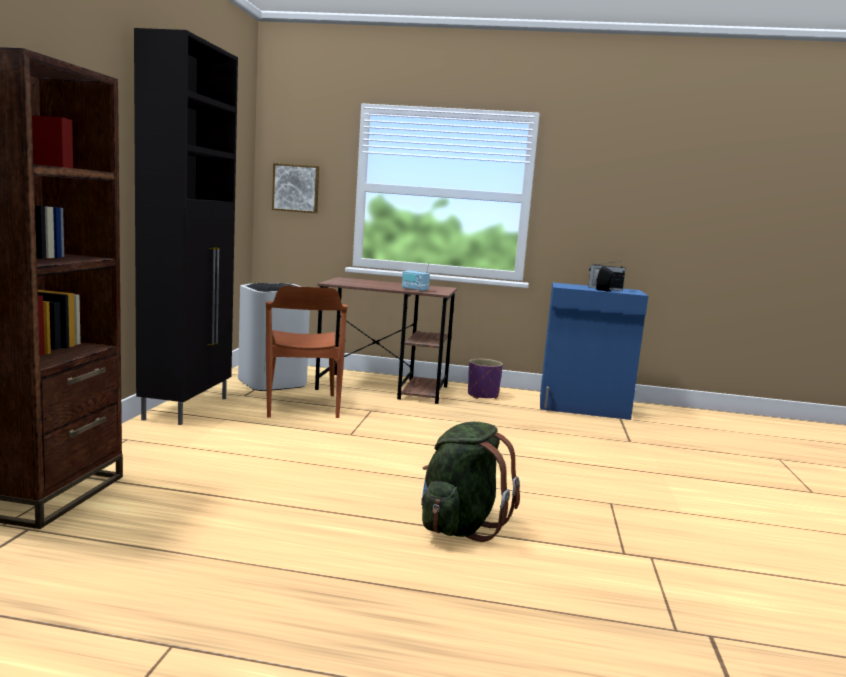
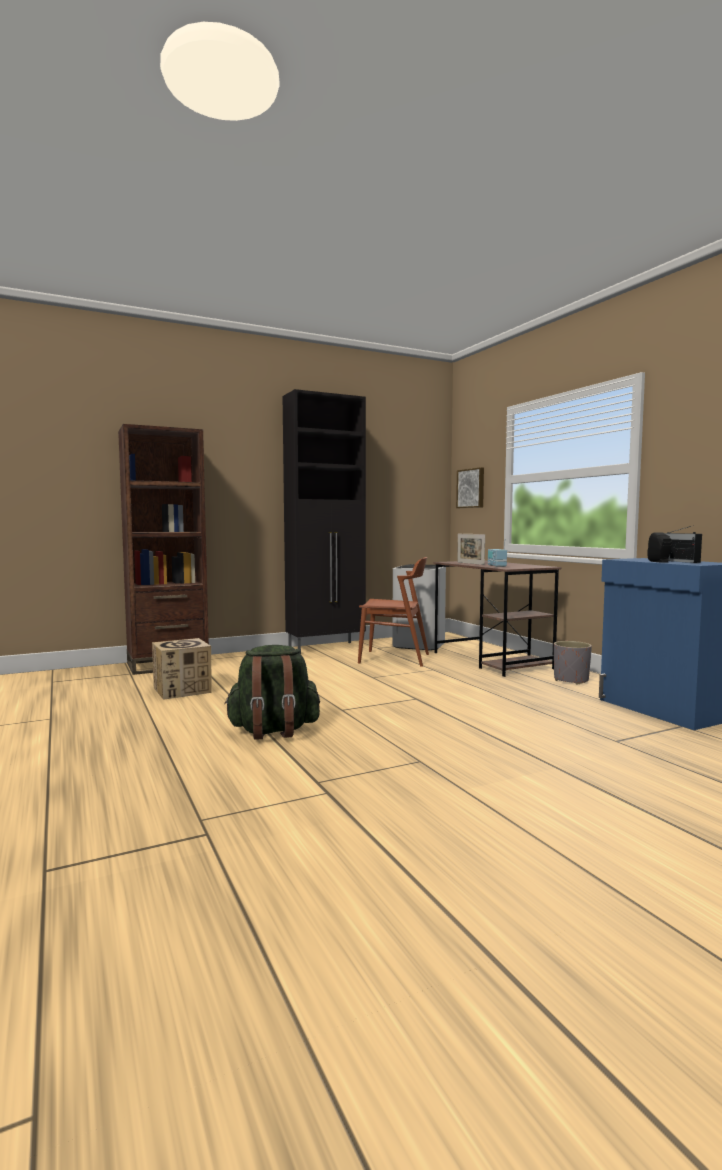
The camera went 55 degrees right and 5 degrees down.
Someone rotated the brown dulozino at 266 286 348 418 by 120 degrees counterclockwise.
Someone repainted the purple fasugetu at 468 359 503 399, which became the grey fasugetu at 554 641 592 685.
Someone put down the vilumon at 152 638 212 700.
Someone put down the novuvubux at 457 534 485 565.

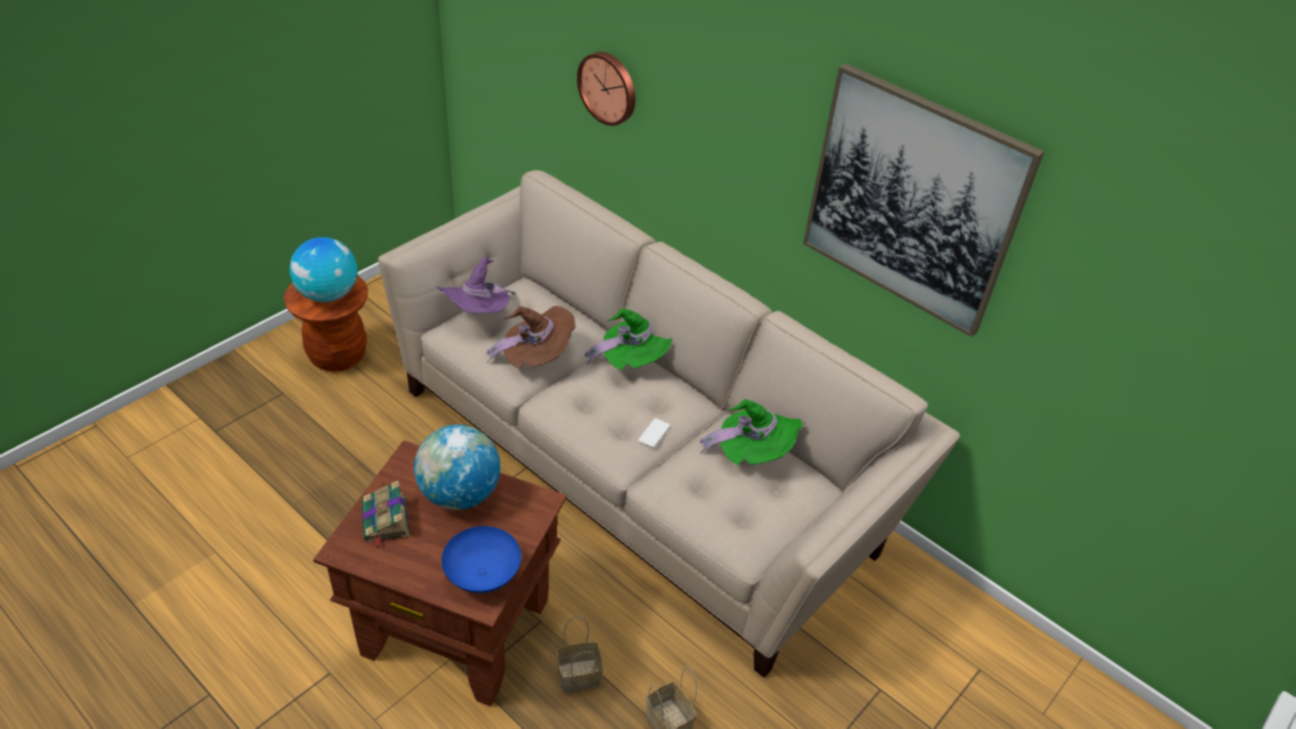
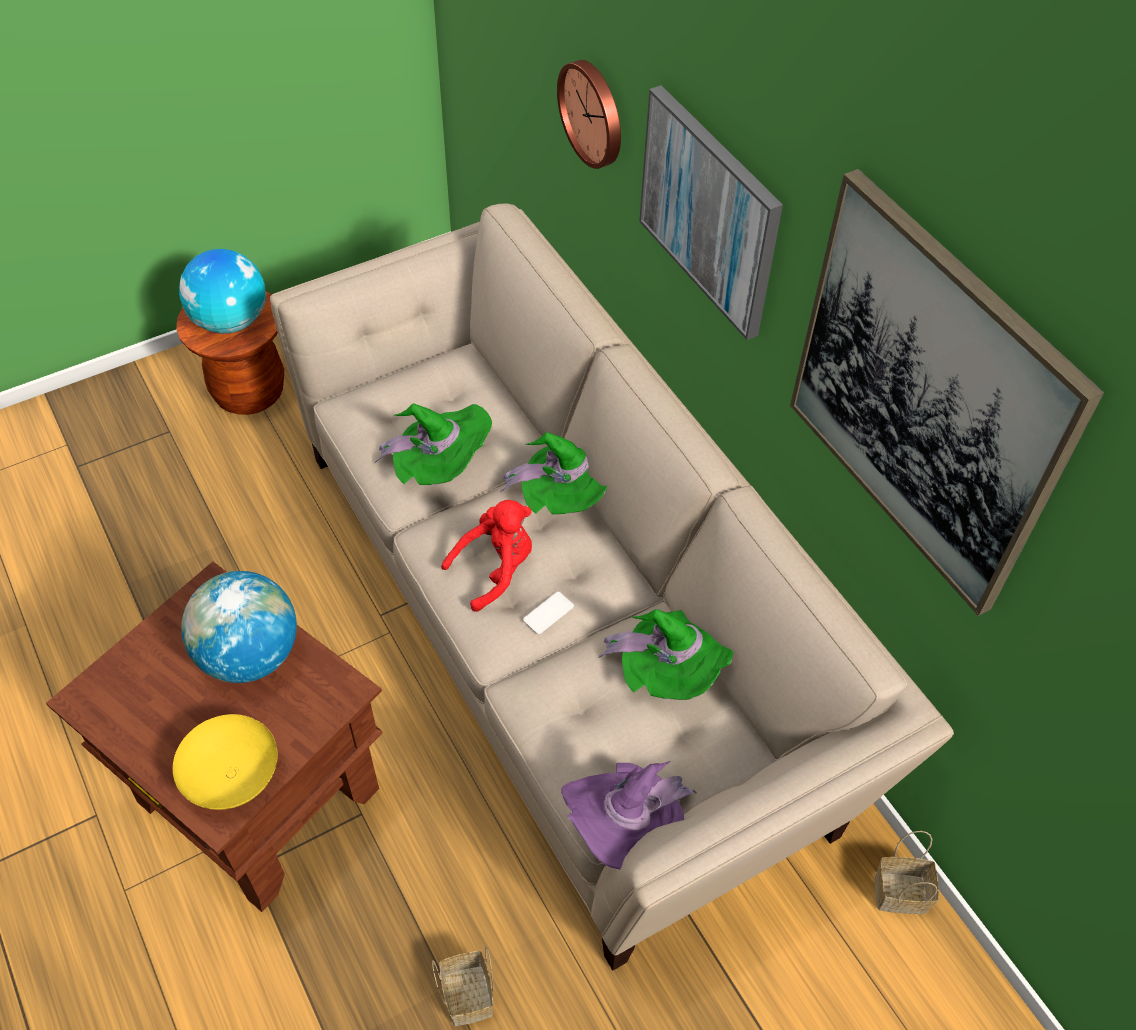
The camera went 20 degrees right and 10 degrees up.
Someone took away the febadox at 362 480 409 548.
Someone carried the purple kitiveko from 435 256 516 313 to 561 761 697 869.
Someone repainted the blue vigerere at 441 526 521 593, which became the yellow vigerere at 173 714 278 810.
Someone repainted the brown kitiveko at 487 306 576 369, which became the green kitiveko at 374 403 492 485.
Someone carried the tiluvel from 556 616 603 692 to 875 831 939 914.
Someone put down the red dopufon at 441 500 532 612.
Someone put up the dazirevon at 639 85 783 340.

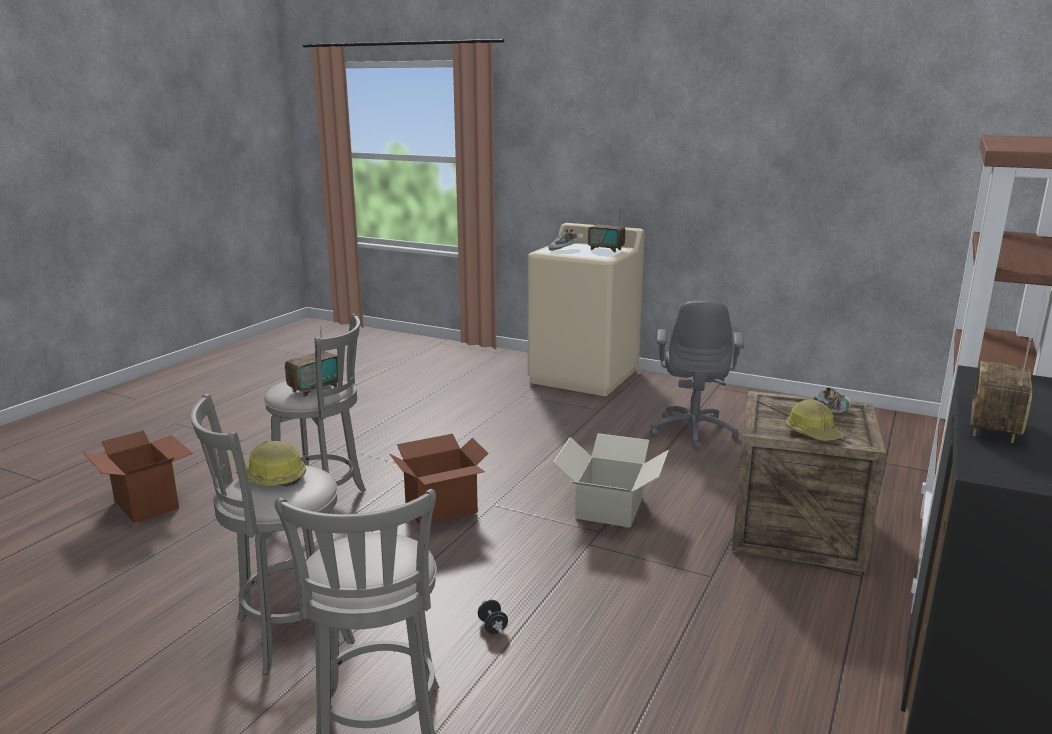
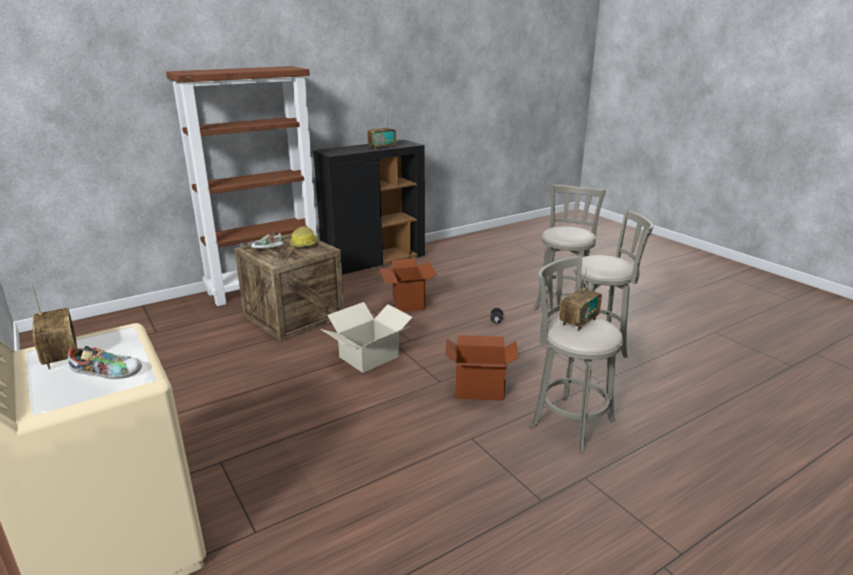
The camera went 150 degrees left and 5 degrees up.
Someone carried the vilumon from 83 430 193 523 to 380 258 437 312.
Someone took away the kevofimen at 235 441 306 487.
Someone rotated the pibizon at 285 326 338 397 by 150 degrees clockwise.
Someone took away the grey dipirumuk at 650 300 744 451.

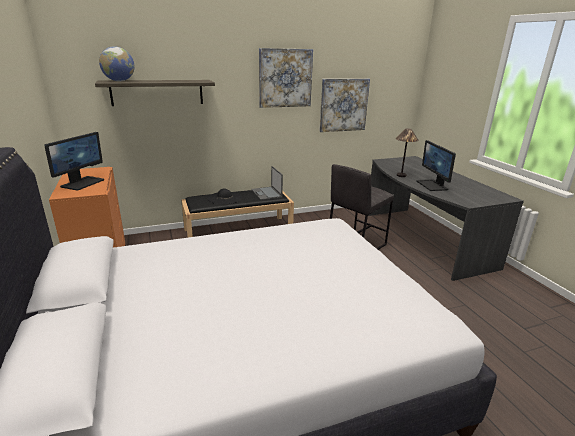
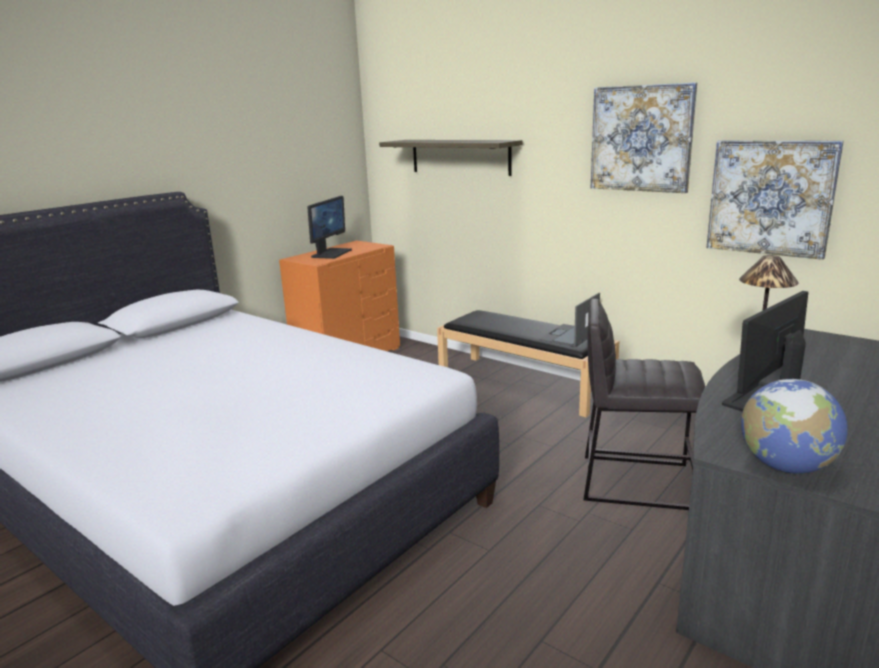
The camera went 60 degrees right and 5 degrees down.
Someone rotated the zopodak at 44 132 104 190 by 60 degrees counterclockwise.
Someone carried the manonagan from 99 47 135 81 to 741 379 848 474.
Someone took away the black kitiveko at 208 189 242 204.

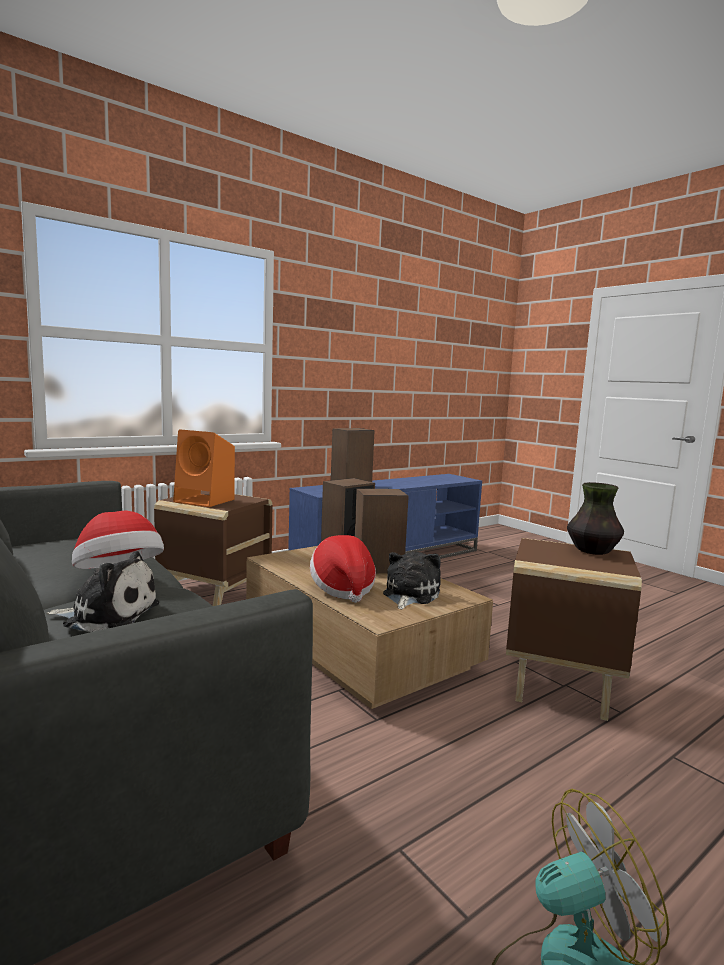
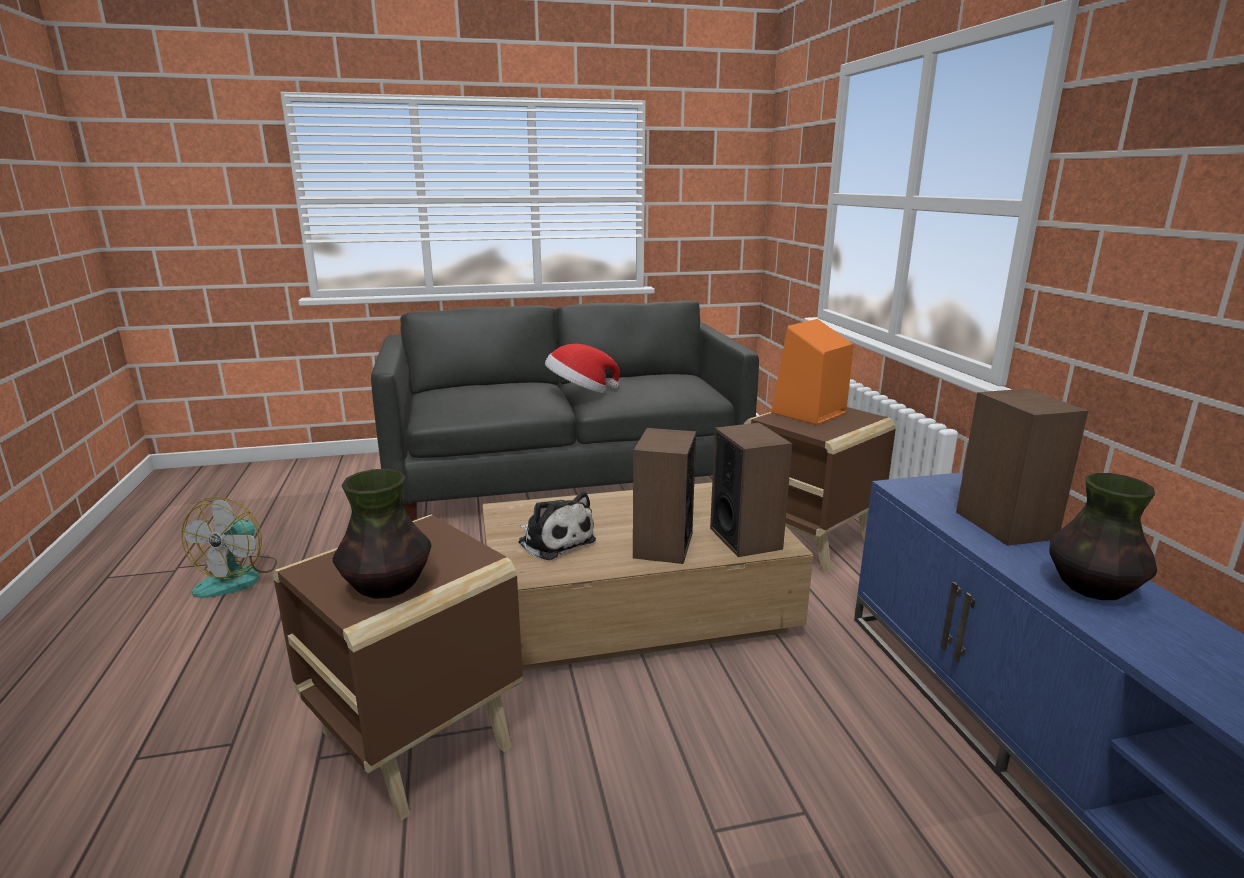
The camera went 115 degrees right and 10 degrees up.
Someone took away the dopufon at 46 551 159 632.
Someone took away the kitiveko at 310 535 376 603.
Someone put down the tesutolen at 1049 473 1157 600.

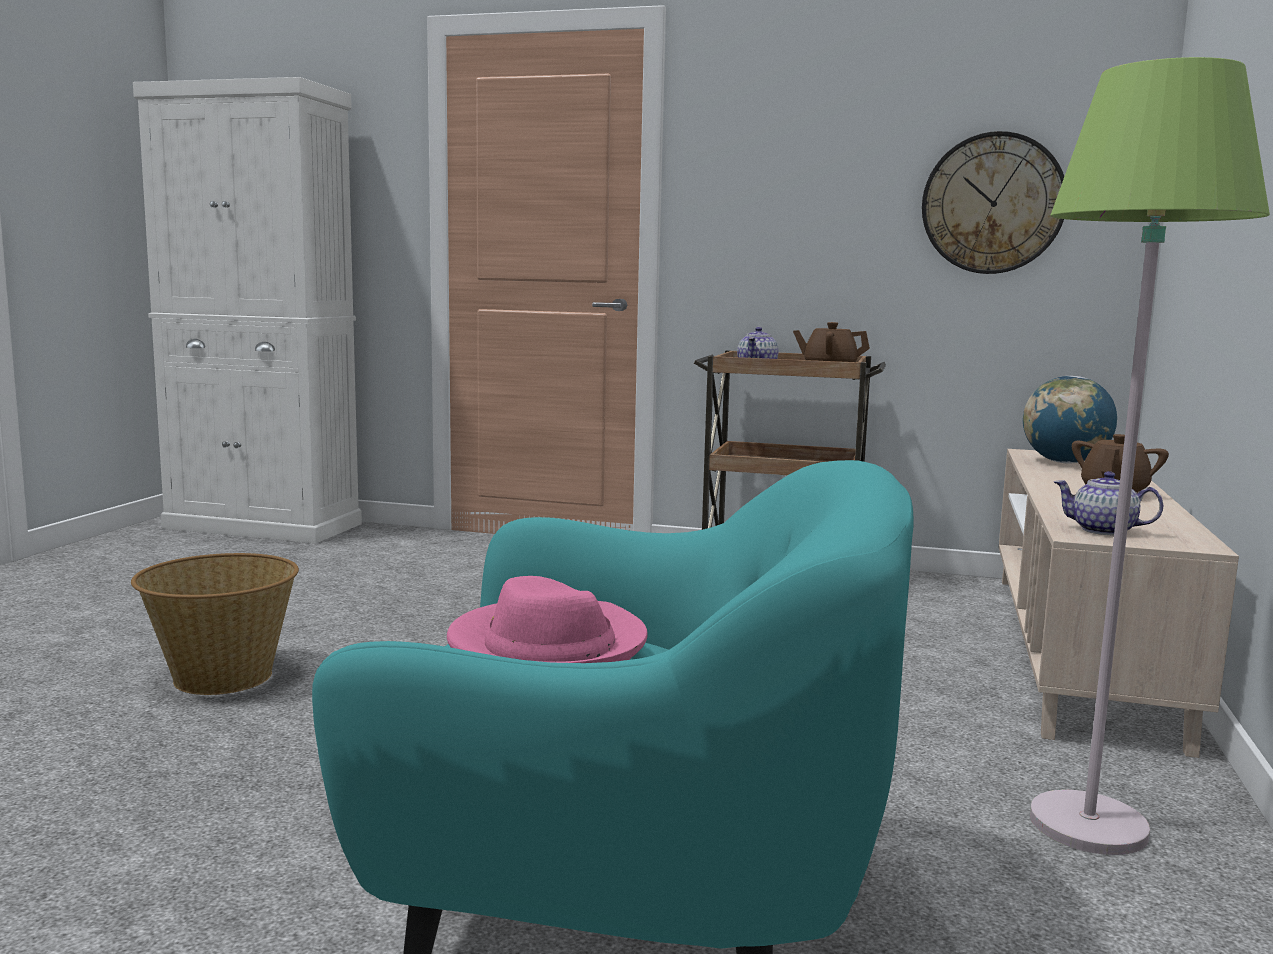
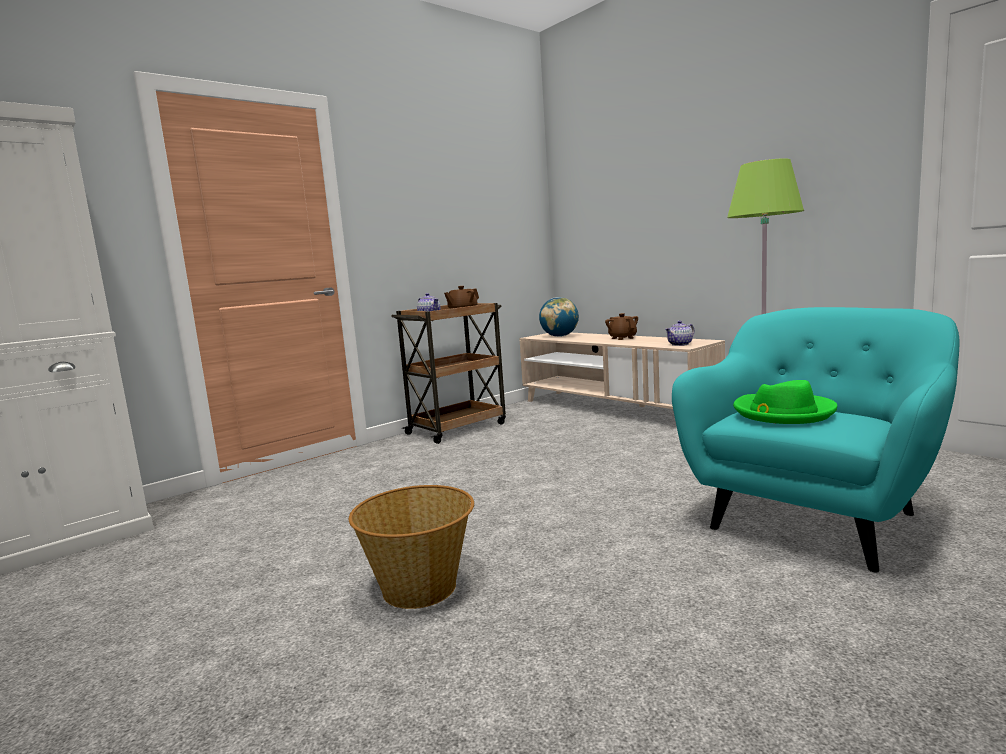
The camera went 55 degrees left and 0 degrees up.
Someone repainted the pink kitiveko at 447 576 648 663, which became the green kitiveko at 733 380 837 424.
Someone took away the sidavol at 922 131 1064 274.

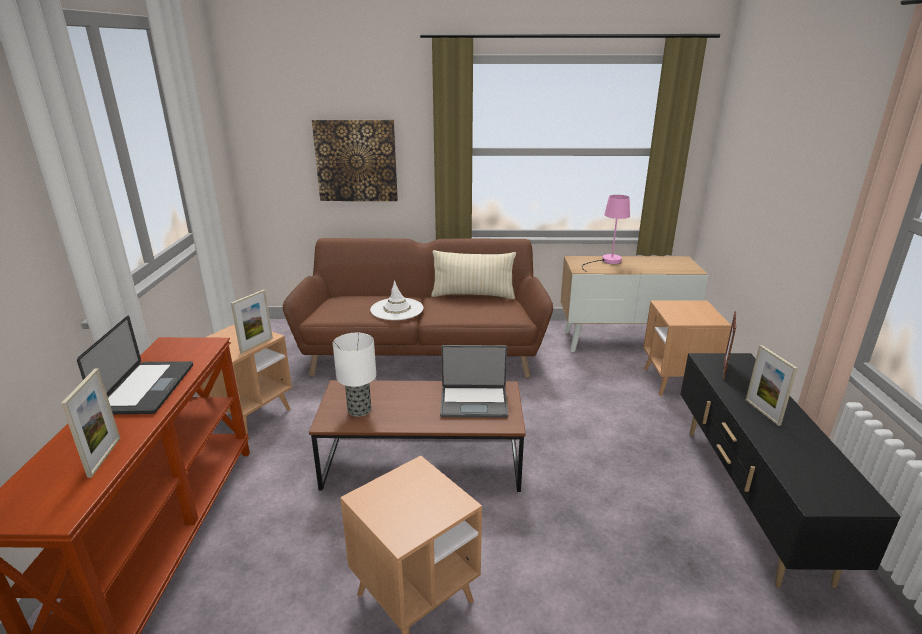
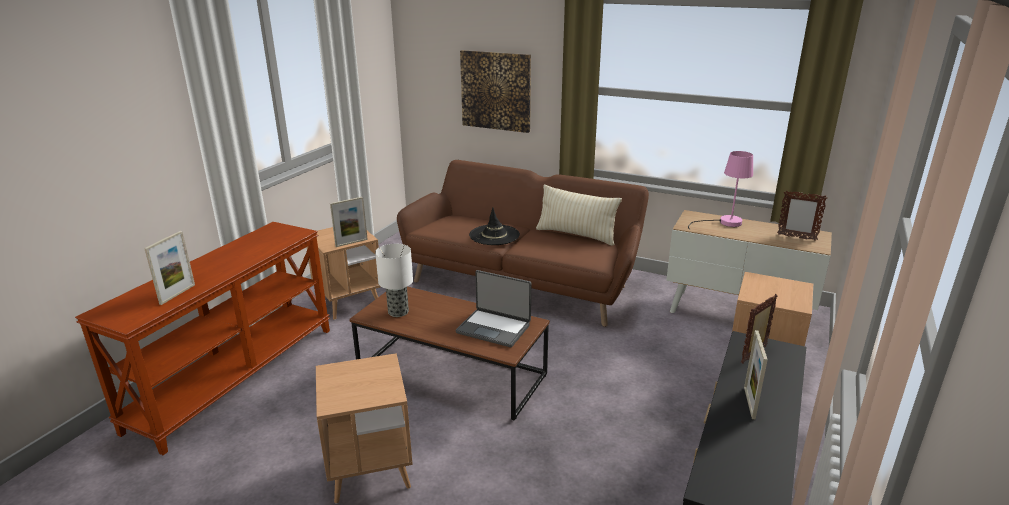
The camera went 25 degrees right and 0 degrees up.
Someone took away the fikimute at 77 316 193 414.
Someone repainted the white kitiveko at 370 280 423 320, which became the black kitiveko at 469 207 520 245.
Someone put down the novuvubux at 777 190 827 241.

